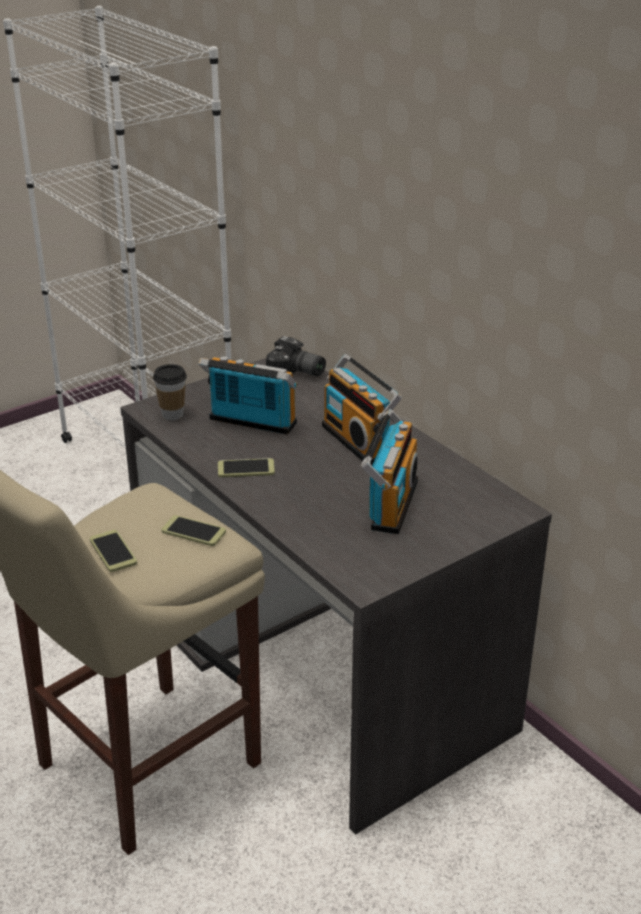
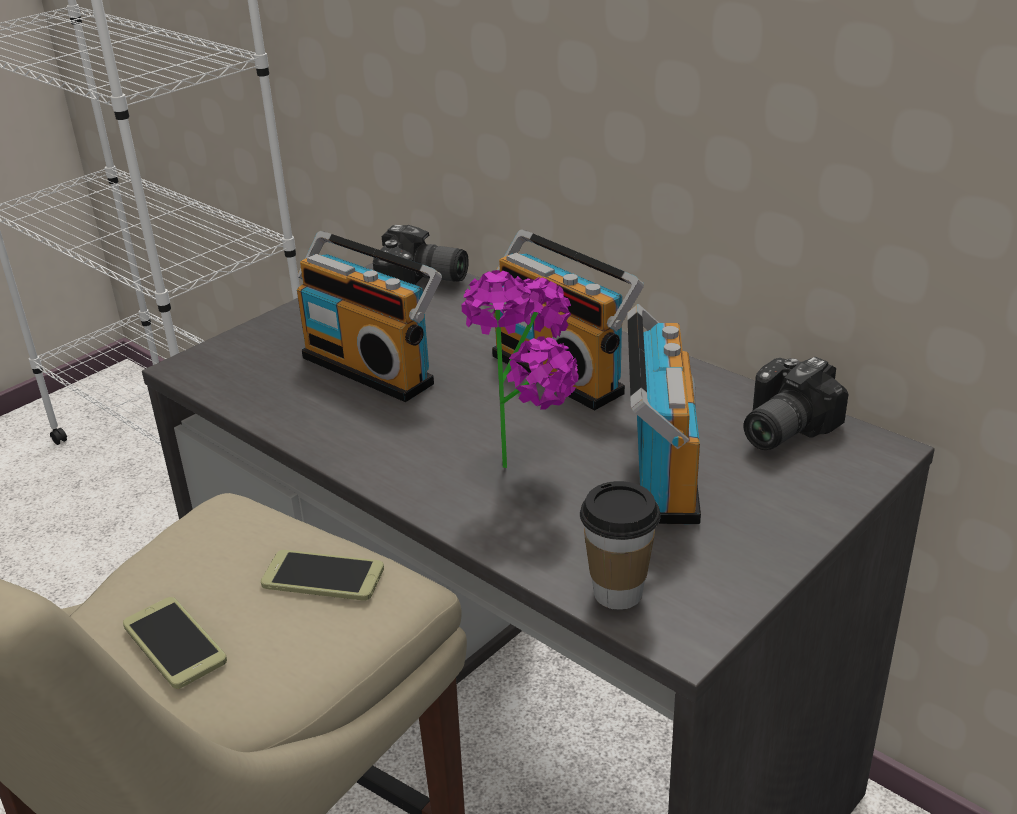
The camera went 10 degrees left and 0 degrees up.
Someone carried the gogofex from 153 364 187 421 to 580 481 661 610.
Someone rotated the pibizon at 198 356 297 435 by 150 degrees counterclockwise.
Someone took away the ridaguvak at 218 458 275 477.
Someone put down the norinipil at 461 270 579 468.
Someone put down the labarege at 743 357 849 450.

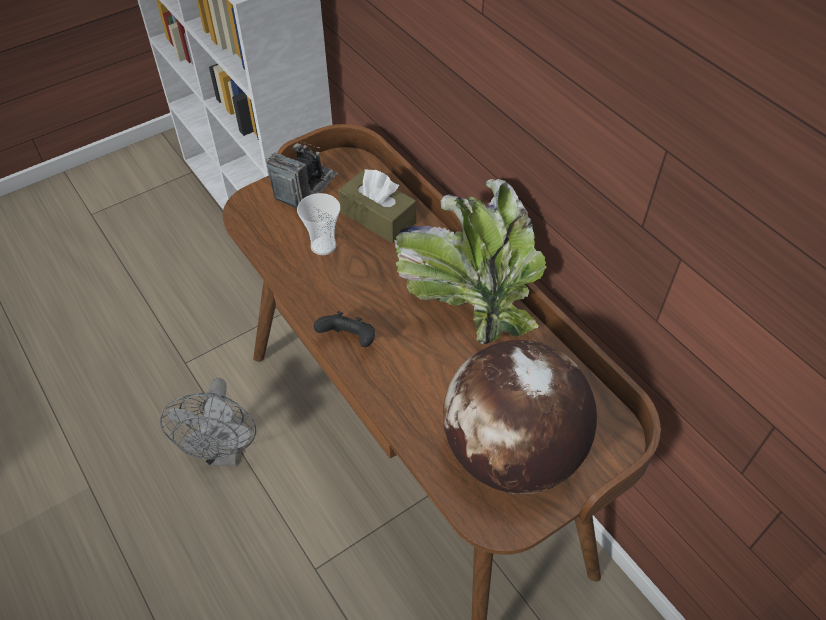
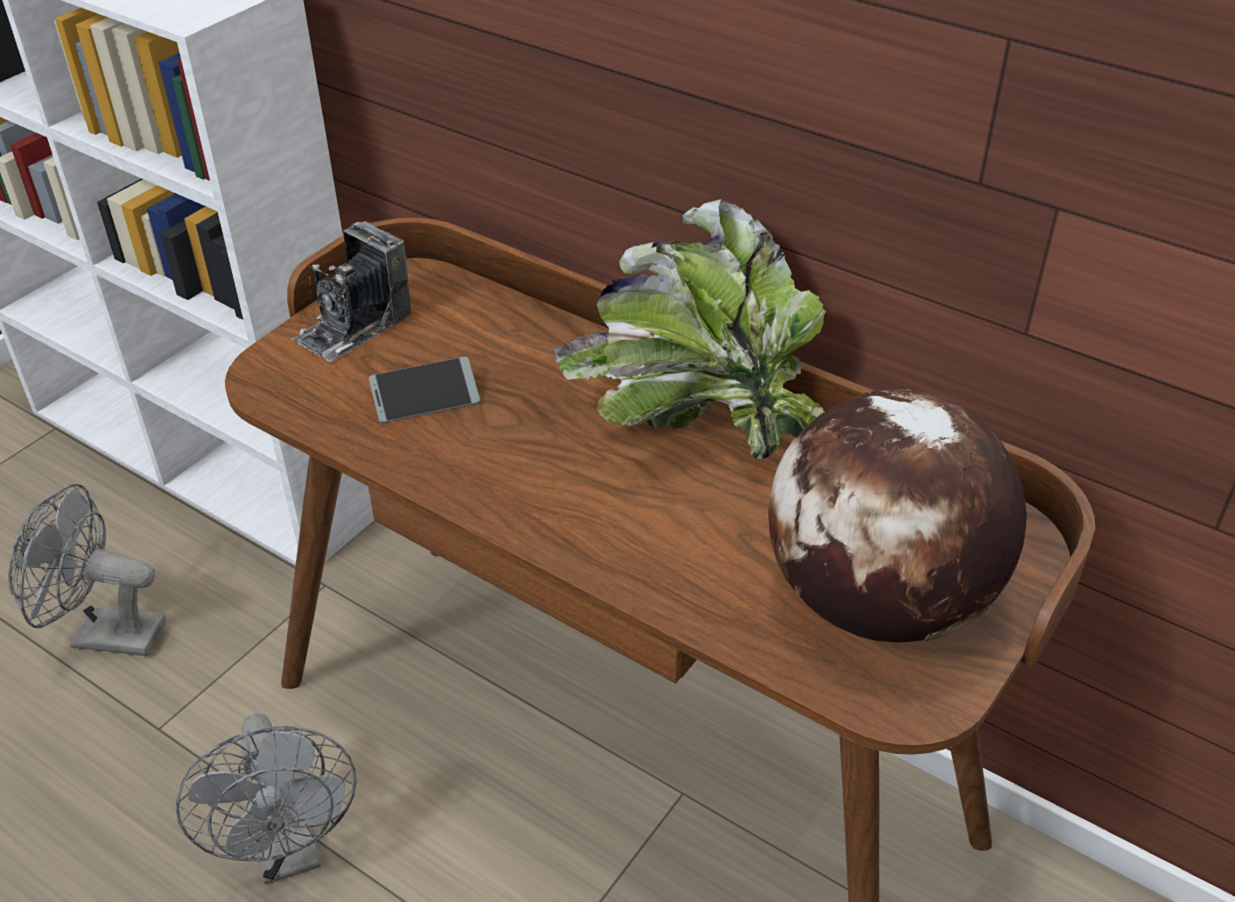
The camera went 20 degrees left and 10 degrees down.
Someone rotated the labarege at 266 141 338 208 by 150 degrees counterclockwise.
Someone swapped the gogofex at 297 193 340 255 for the ridaguvak at 369 357 480 423.
Someone took away the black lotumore at 314 311 375 347.
Someone took away the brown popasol at 338 169 416 243.
Someone put down the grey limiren at 8 484 166 656.

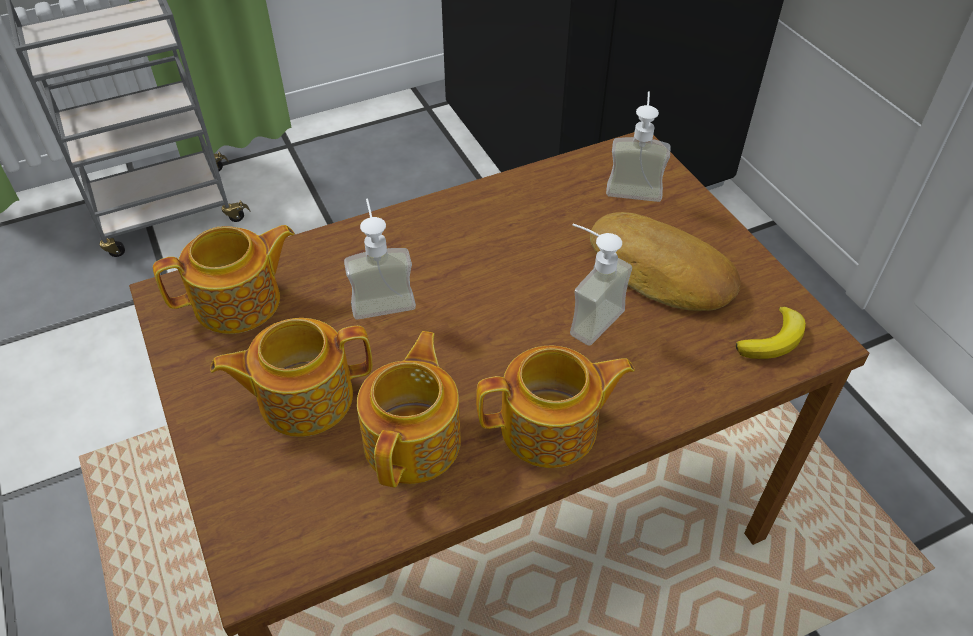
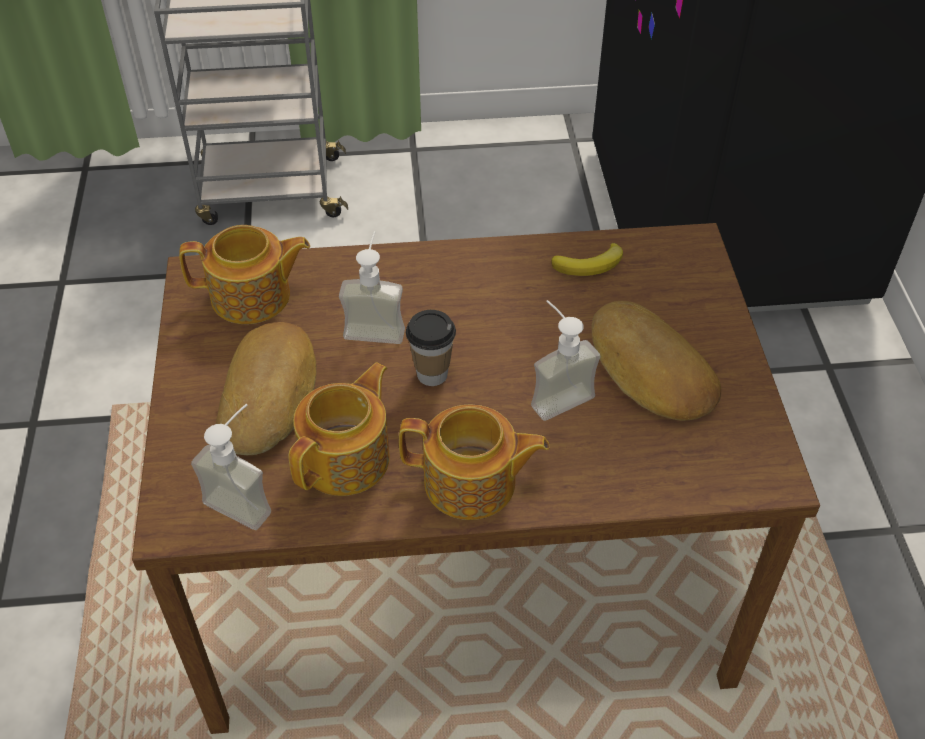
The camera went 20 degrees right and 0 degrees up.
Someone swapped the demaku at 210 318 372 437 for the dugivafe at 216 322 316 455.
Someone carried the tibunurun from 606 91 671 202 to 191 404 271 530.
Someone carried the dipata from 736 307 806 359 to 551 243 623 276.
Someone put down the gogofex at 406 310 456 386.

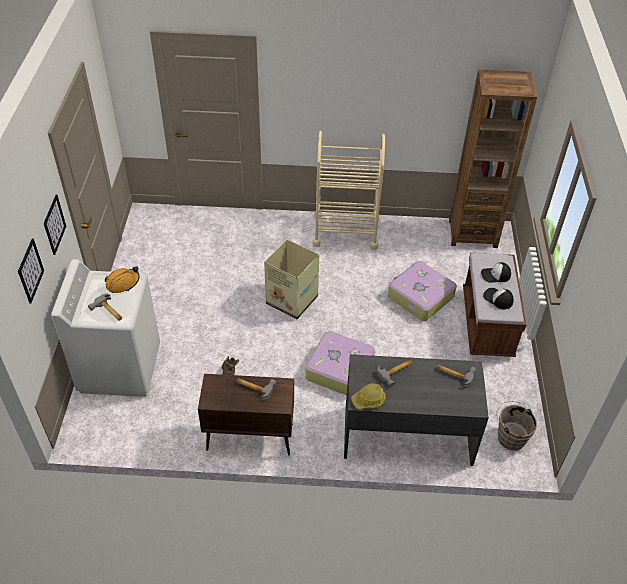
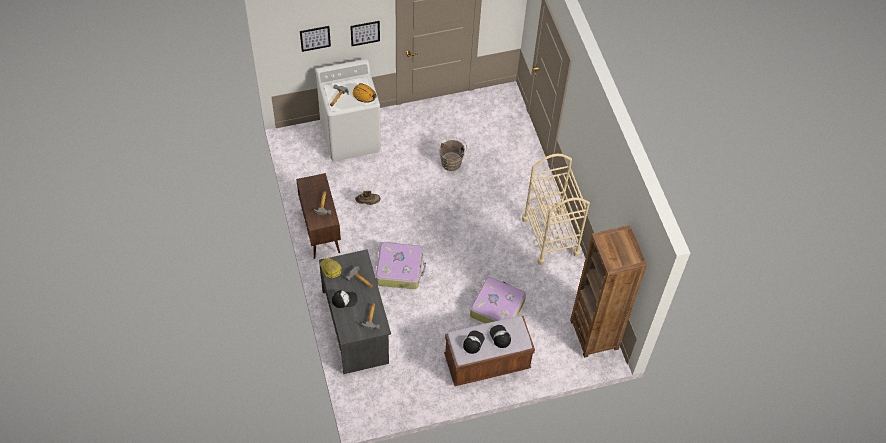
The camera went 70 degrees right and 10 degrees up.
Someone took away the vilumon at 264 239 319 319.
Someone carried the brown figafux from 496 401 537 451 to 439 137 467 171.
Someone put down the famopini at 332 290 358 308.

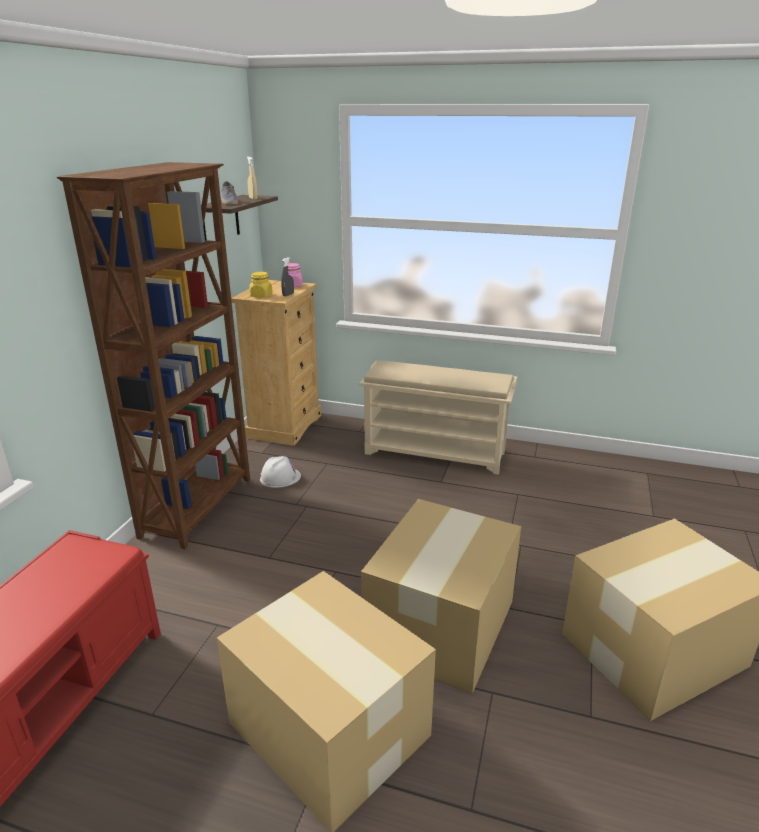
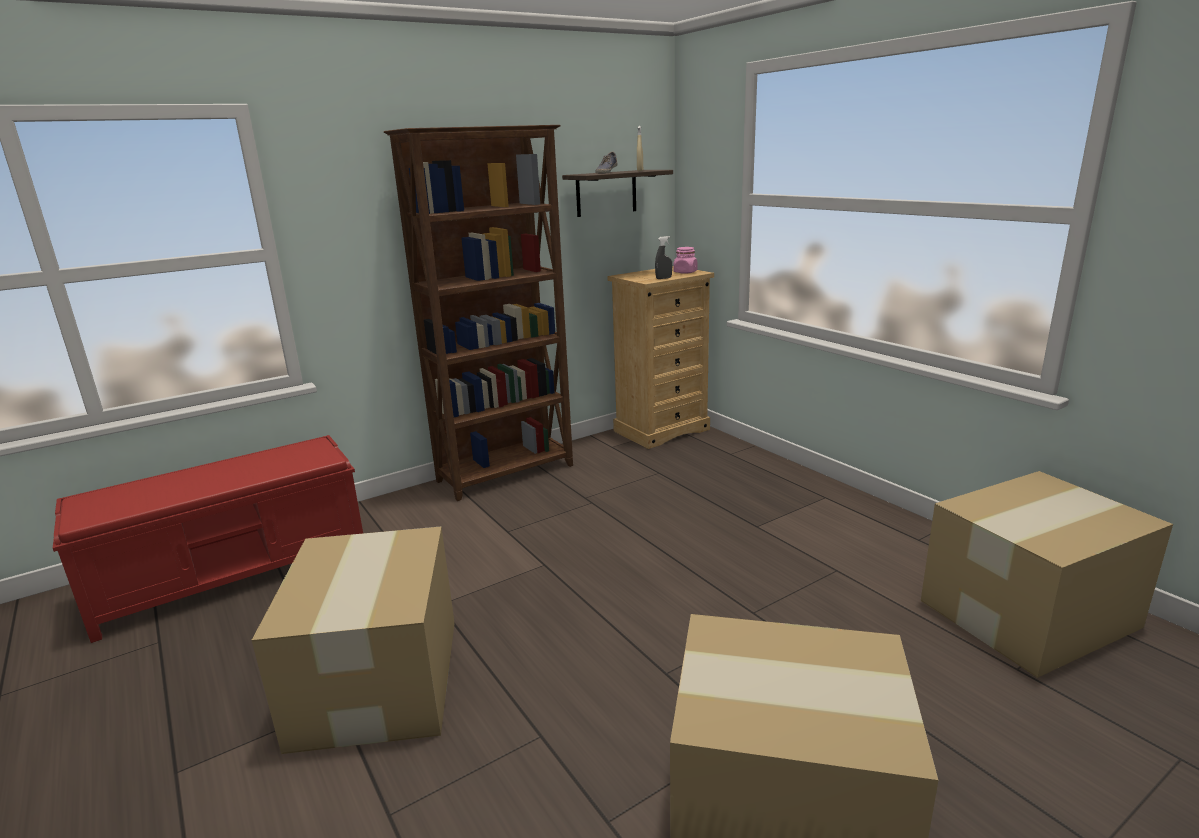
The camera went 40 degrees right and 5 degrees down.
Someone took away the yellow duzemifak at 249 272 273 298.
Someone took away the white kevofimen at 260 456 301 488.
Someone took away the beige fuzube at 359 360 517 475.
Someone carried the vilumon from 361 499 521 694 to 921 471 1173 678.

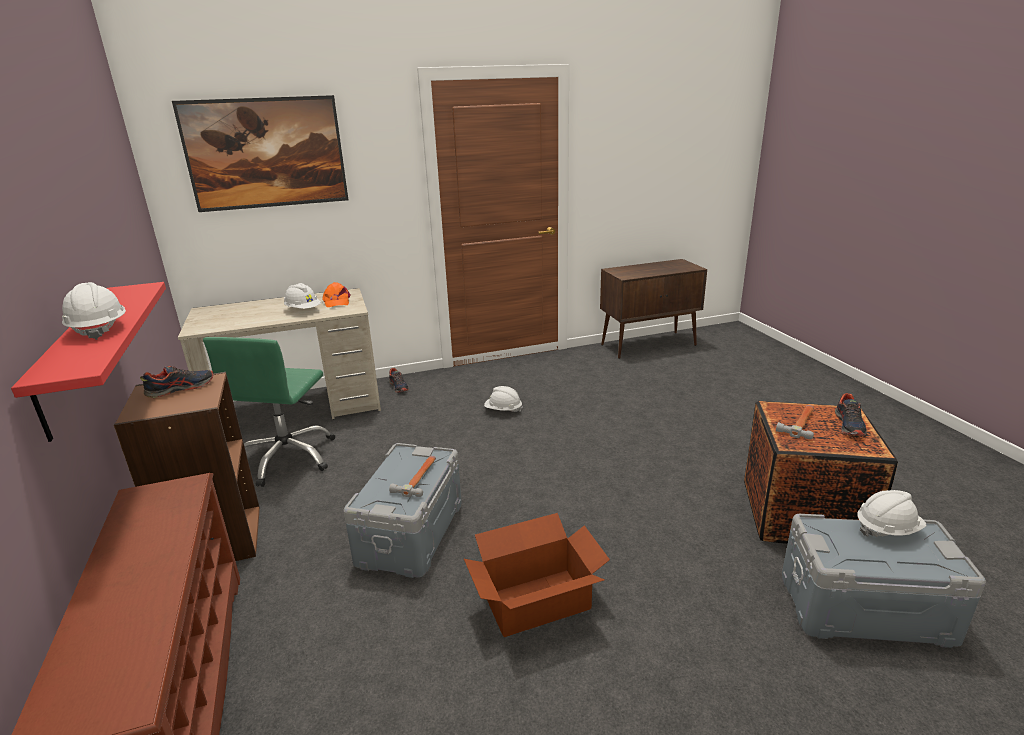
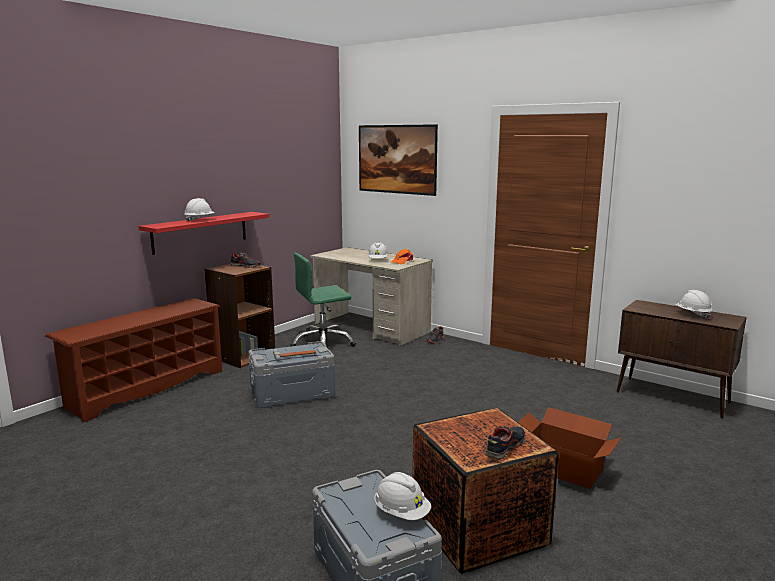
The camera went 55 degrees right and 10 degrees down.
Someone carried the vilumon from 464 513 610 637 to 518 407 621 489.
Someone carried the white kevofimen from 484 386 523 412 to 675 290 713 319.
Someone took away the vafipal at 776 405 814 439.
Someone rotated the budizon at 835 393 867 436 by 150 degrees clockwise.

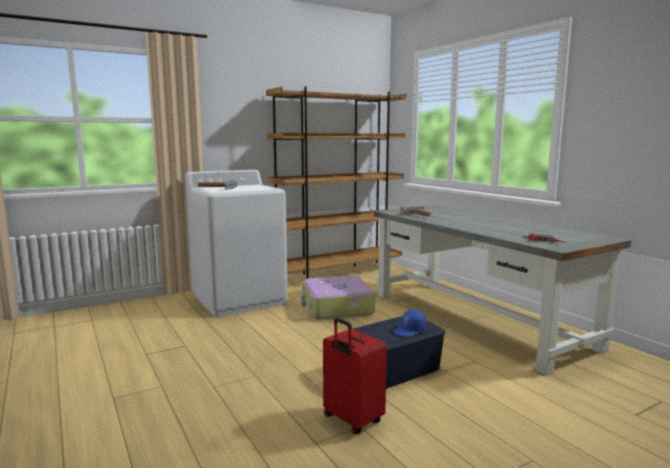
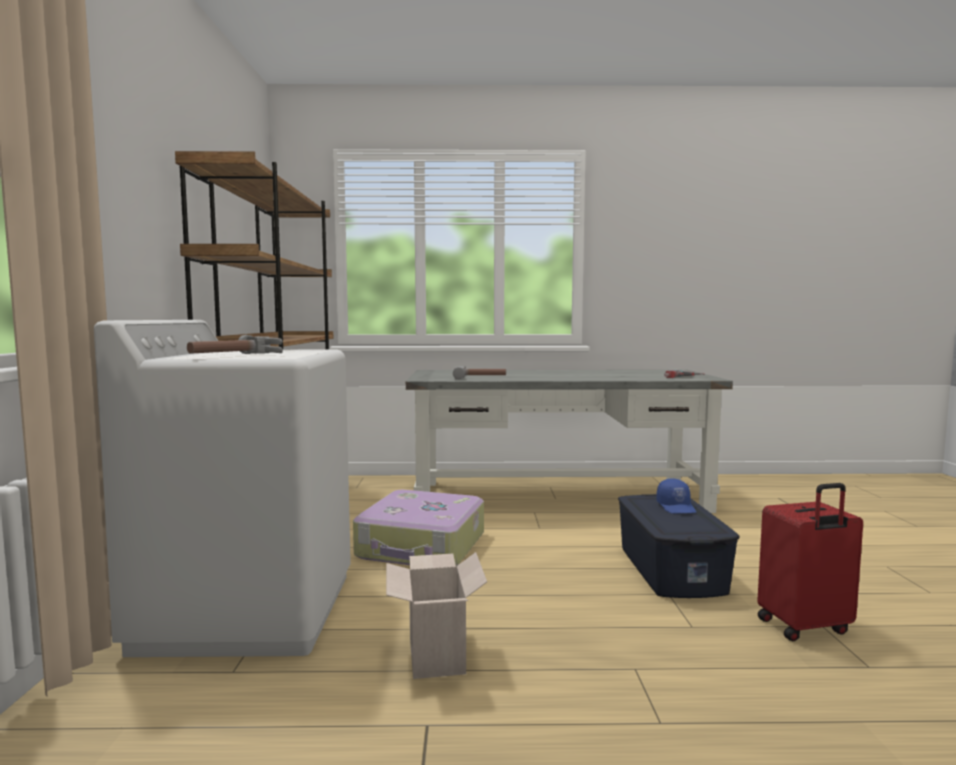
The camera went 60 degrees left and 5 degrees down.
Someone put down the vilumon at 386 552 487 679.

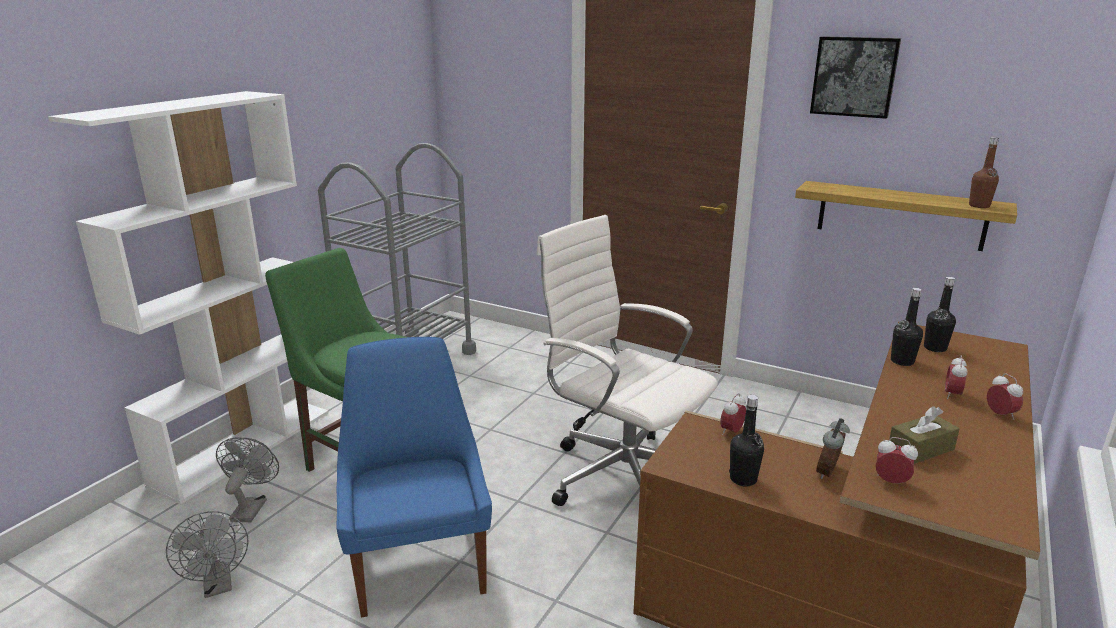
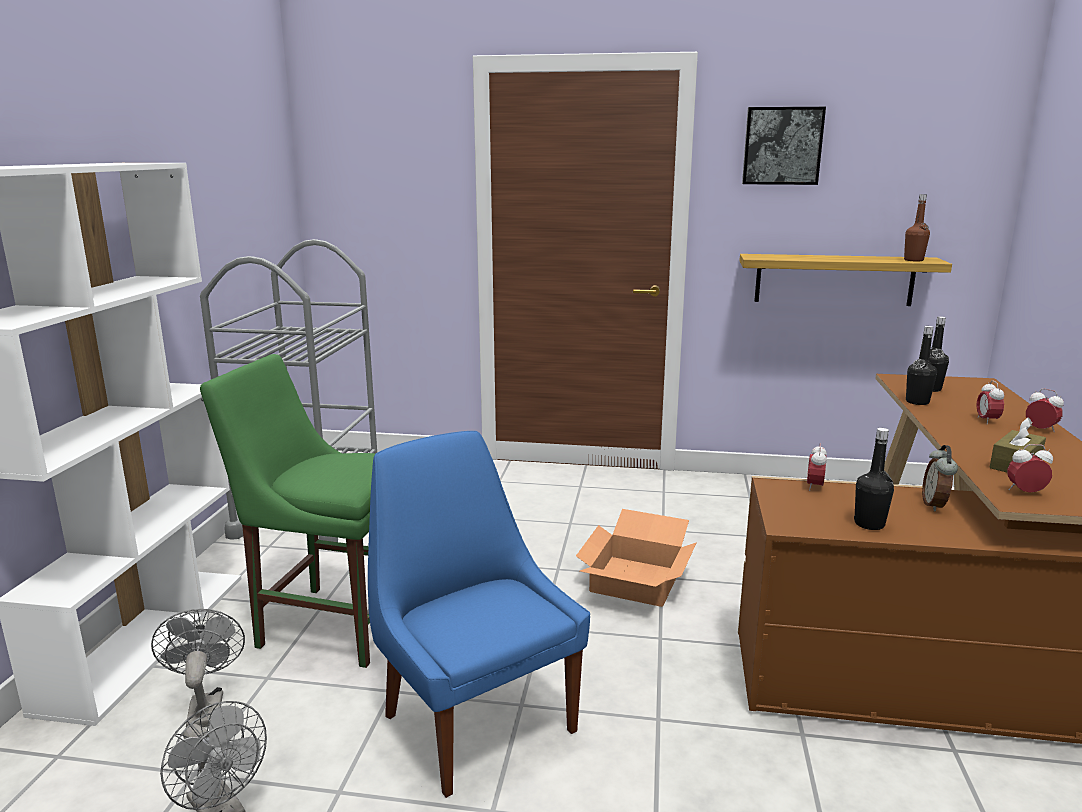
The camera went 20 degrees left and 5 degrees down.
Someone swapped the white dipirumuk at 537 215 718 506 for the vilumon at 576 509 697 607.

